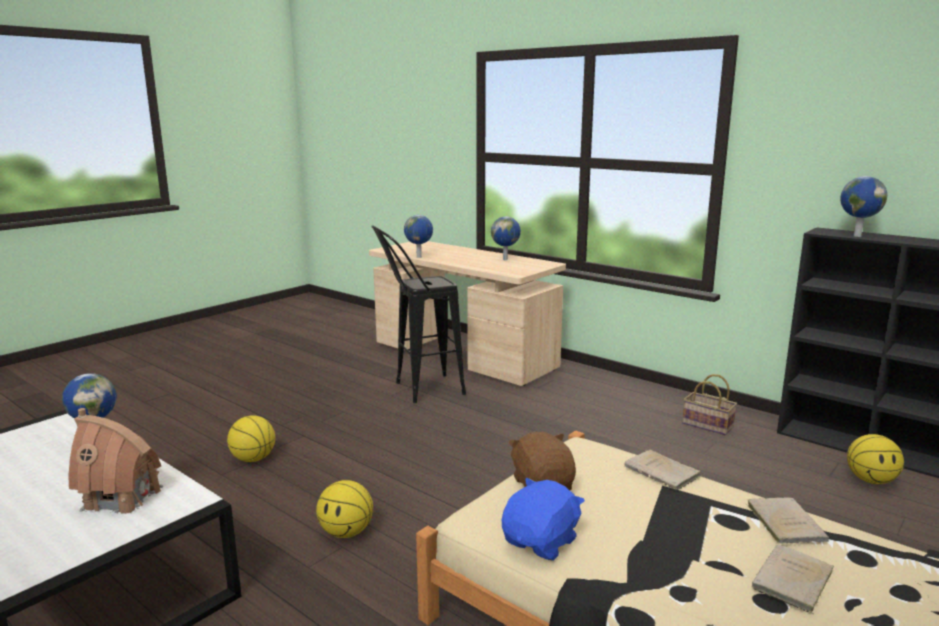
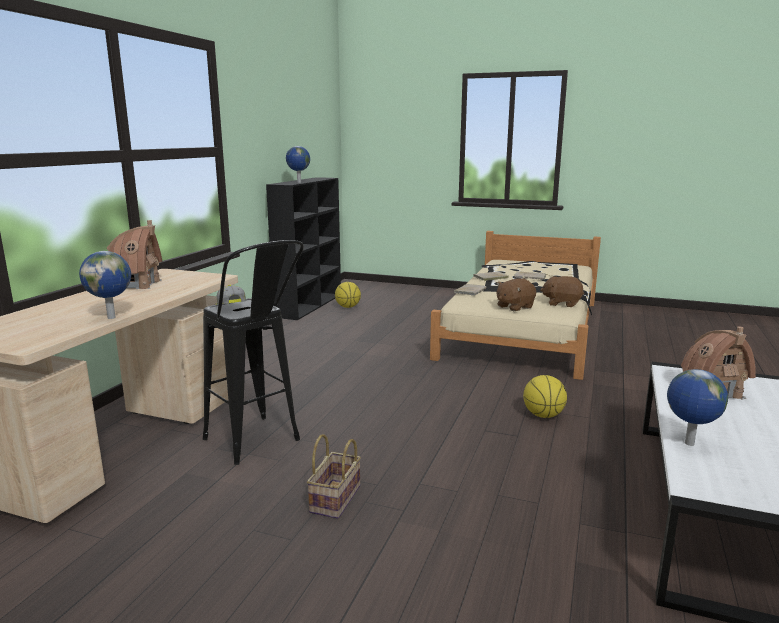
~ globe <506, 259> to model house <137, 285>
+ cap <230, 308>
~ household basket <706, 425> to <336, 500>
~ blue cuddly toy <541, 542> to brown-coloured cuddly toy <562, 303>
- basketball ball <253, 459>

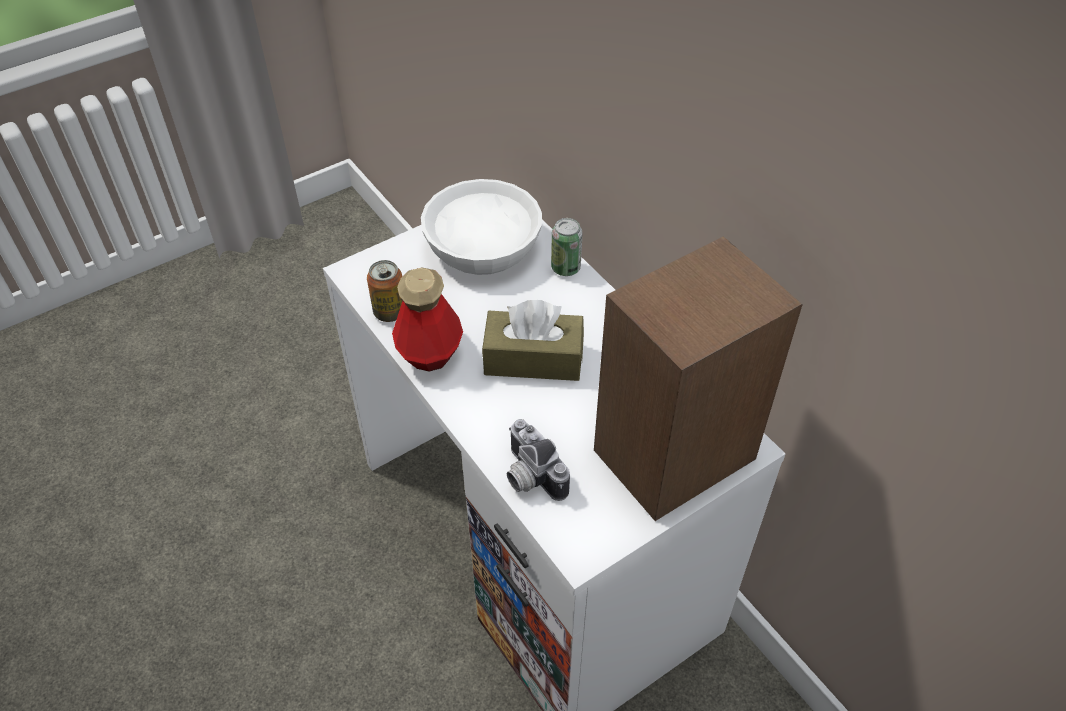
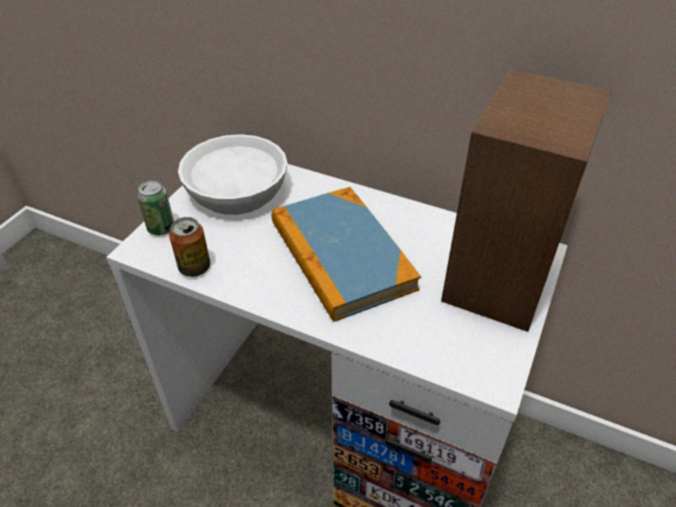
~ sealed can <565, 268> to <161, 228>
~ brown-coloured tissue holder <533, 359> to book <341, 255>
- drink bottle <430, 352>
- still camera <529, 476>

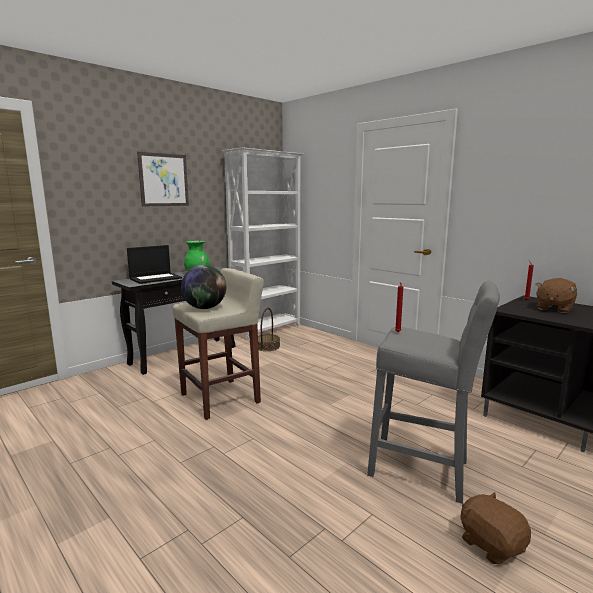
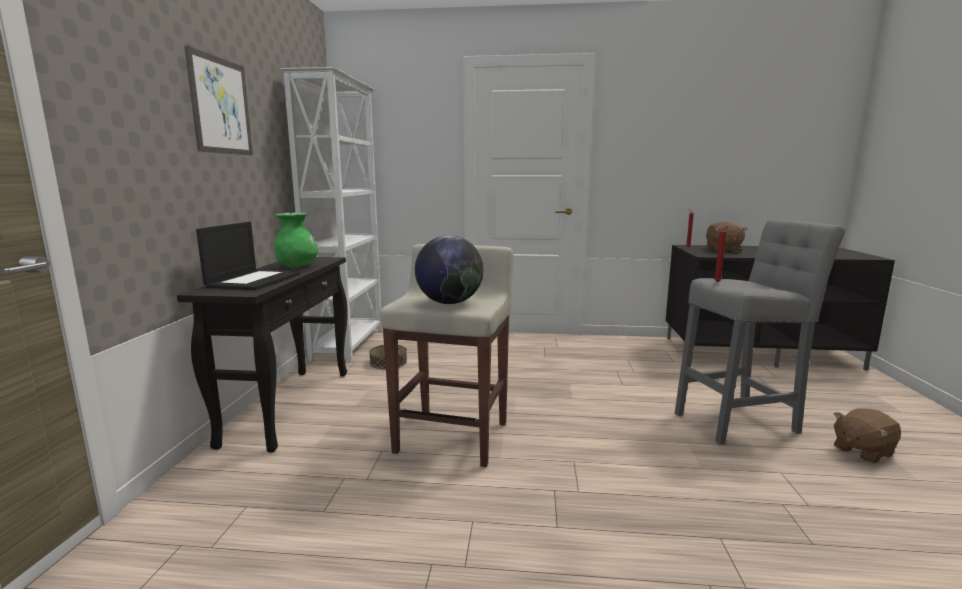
~ brown-coloured cuddly toy <491, 544> = <862, 451> 45 degrees counterclockwise

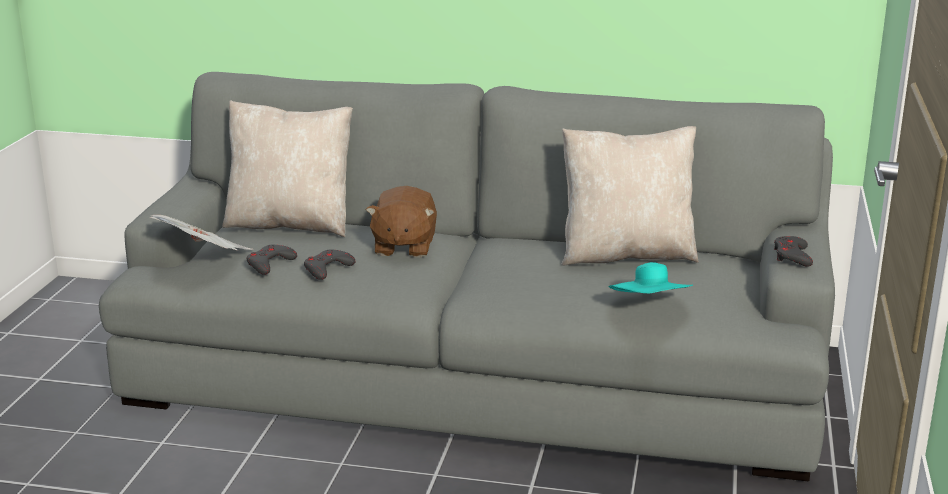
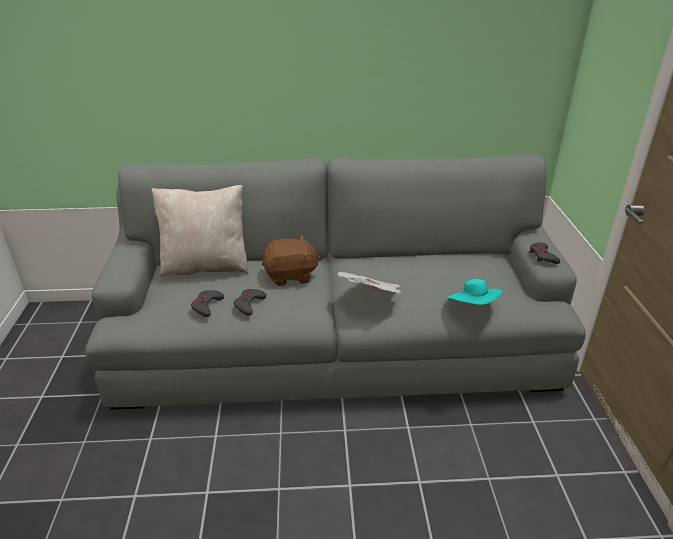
~ brown-coloured cuddly toy <403, 247> = <291, 276> 90 degrees counterclockwise
~ newspaper <204, 257> to <372, 297>
- sand-coloured throw pillow <626, 254>

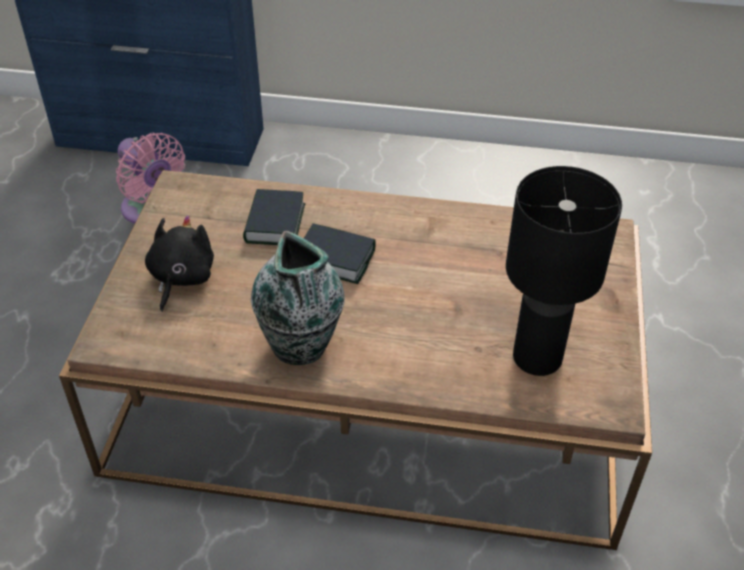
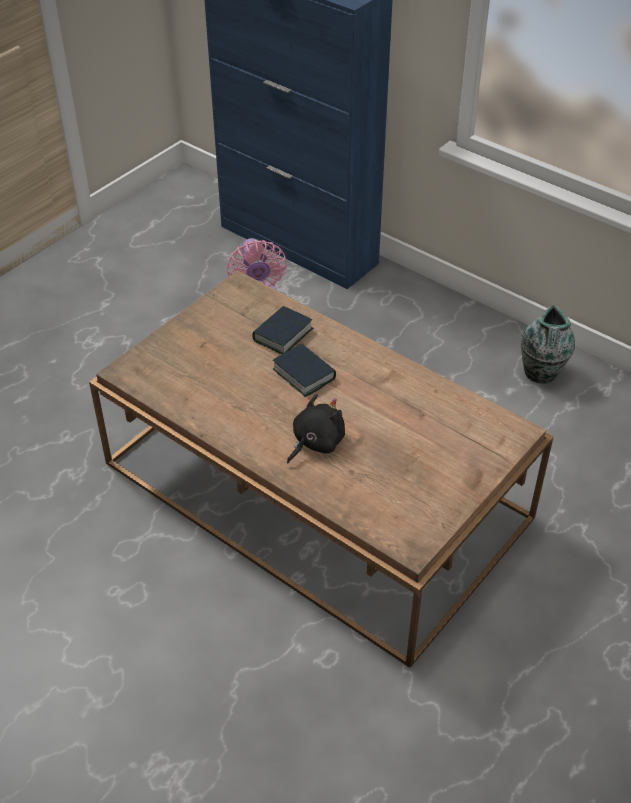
~ blackish cuddly toy <180, 278> to <315, 442>
~ flower vase <300, 346> to <541, 373>
- blackish tabletop lamp <538, 359>

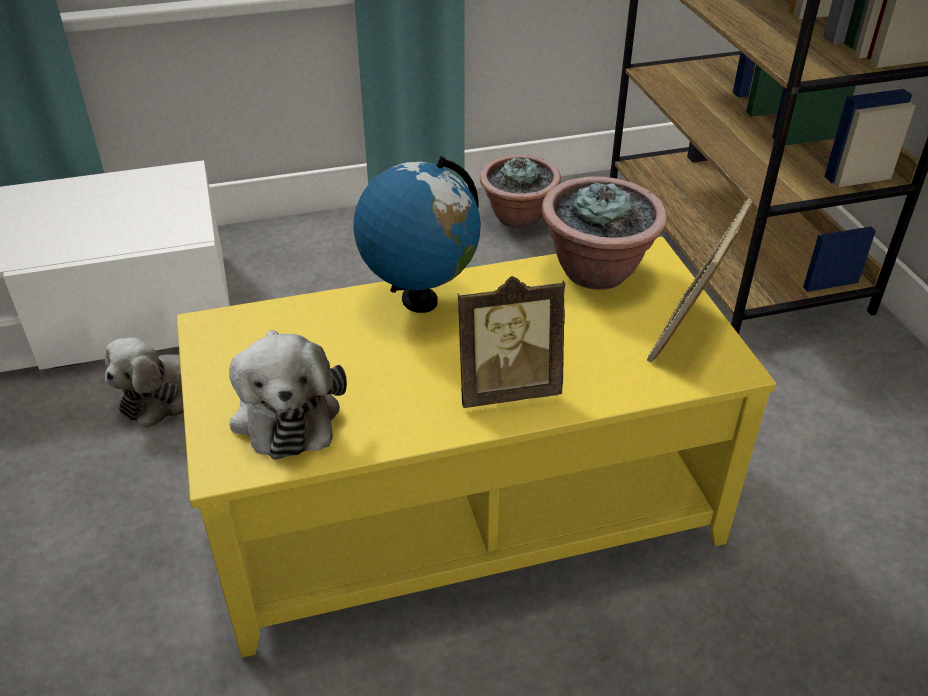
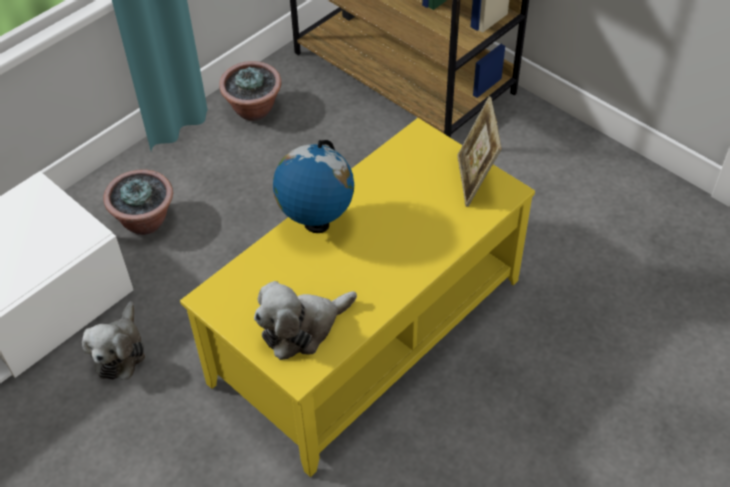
~ plant in a pot <597, 271> to <146, 221>
~ cuddly toy <285, 411> = <302, 328> 105 degrees clockwise
- picture frame <507, 389>

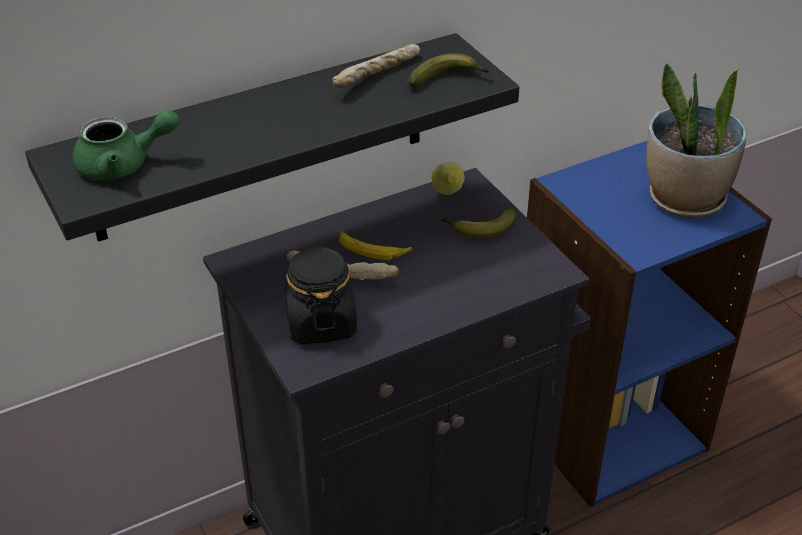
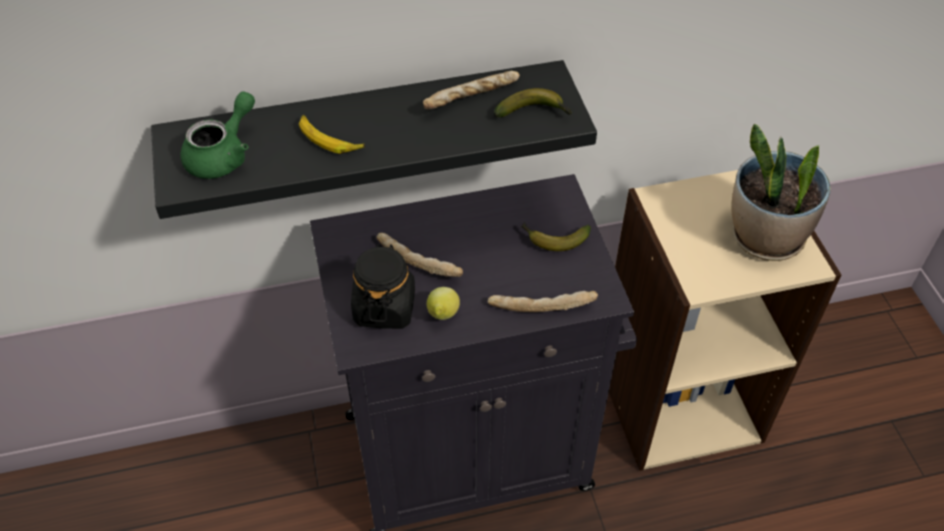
~ green tea pot <123, 165> = <223, 155> 60 degrees counterclockwise
~ banana fruit <372, 250> to <329, 139>
~ lemon <447, 194> to <443, 316>
+ bread <541, 305>
~ blue bookcase <606, 428> to sand-coloured bookcase <678, 400>

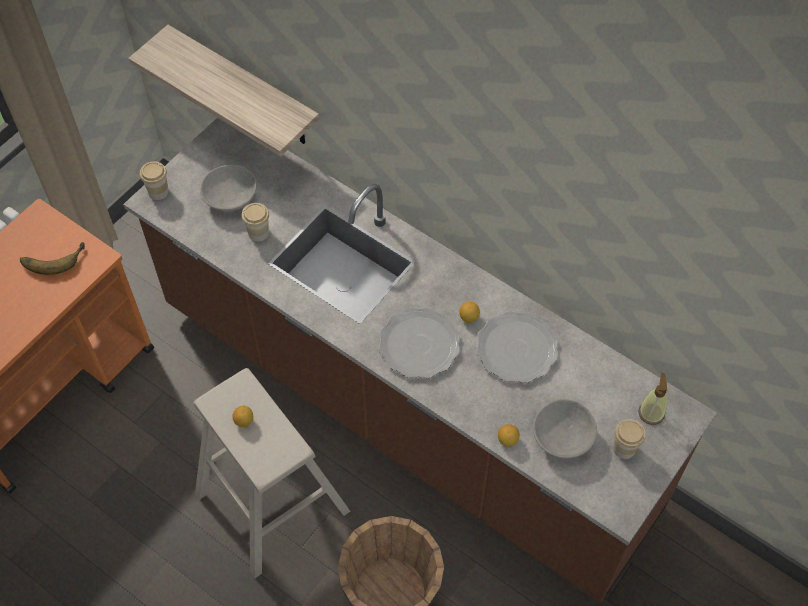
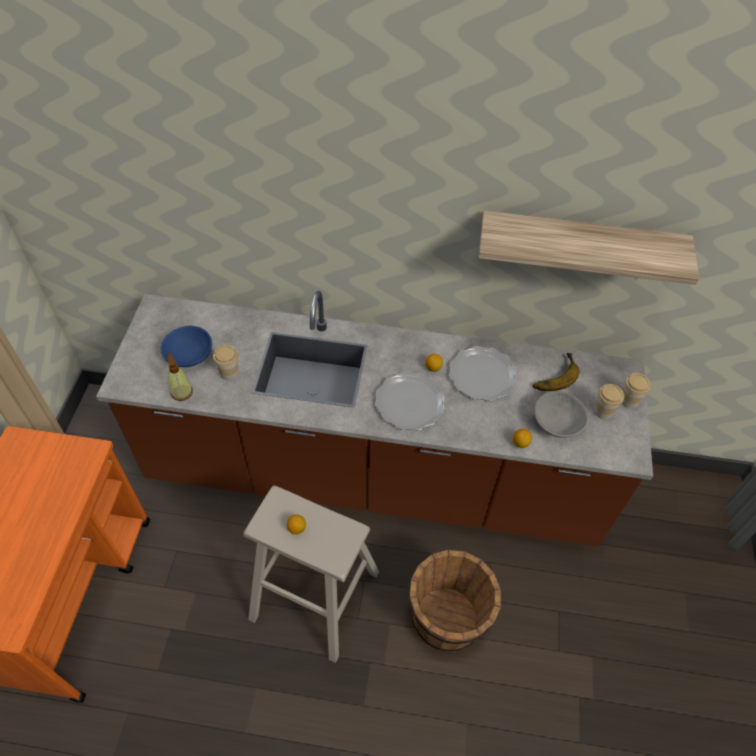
~ gray serving bowl <231, 198> to blue serving bowl <190, 356>
~ soap bottle <651, 413> to <181, 392>
~ wall shelf <245, 88> to <579, 246>
~ banana fruit <52, 257> to <552, 375>
~ drinking cup <158, 192> to <629, 400>

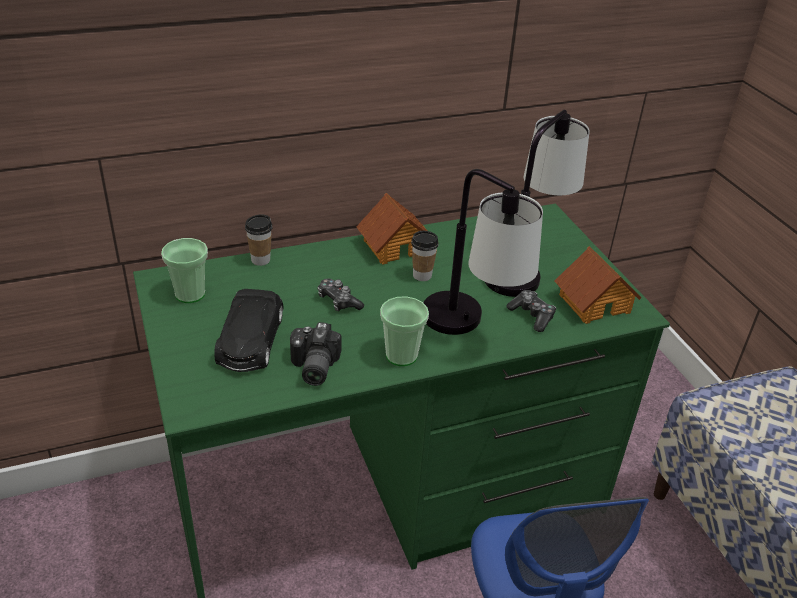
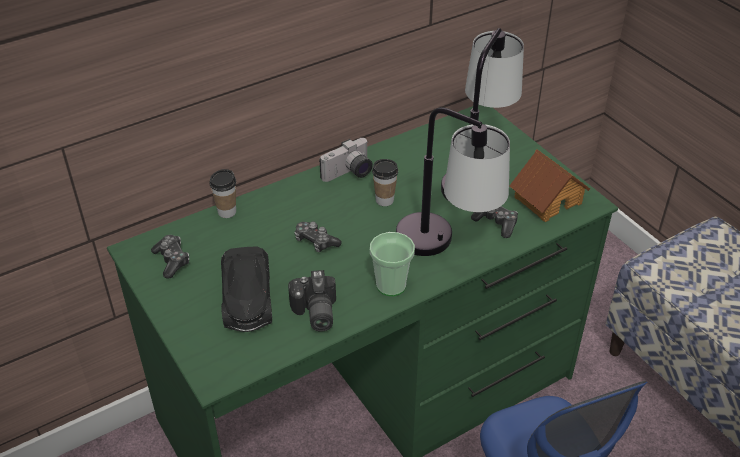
~ drinking cup <190, 294> to joypad <172, 260>
~ model house <394, 246> to still camera <349, 174>

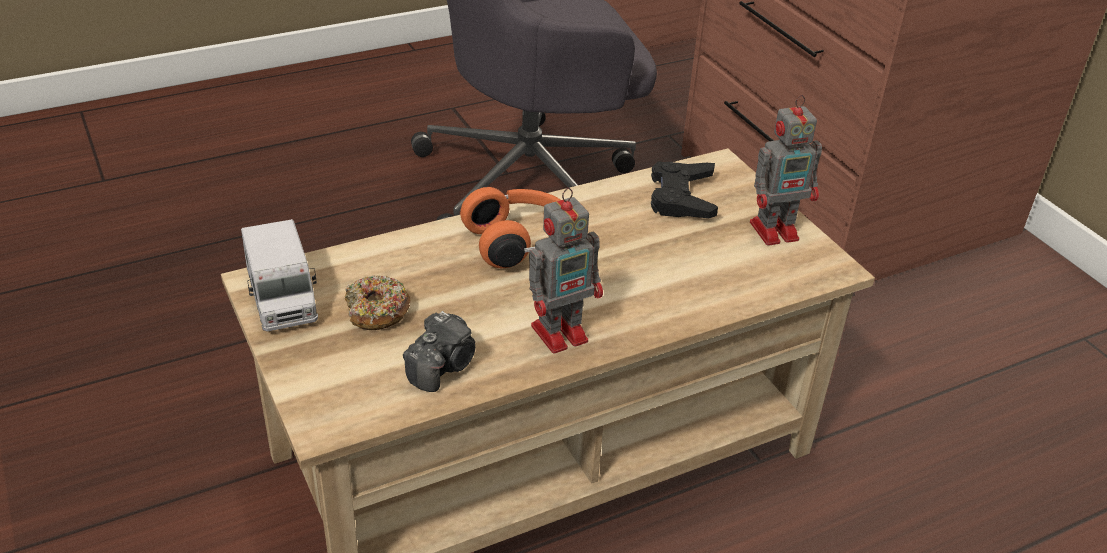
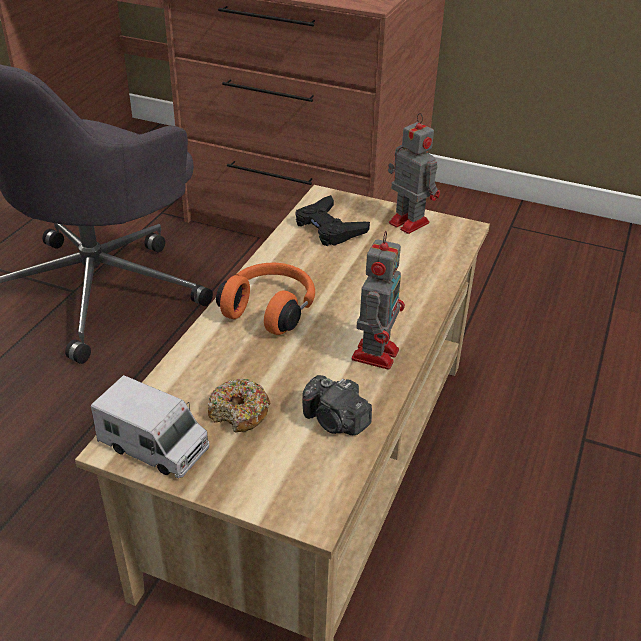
~ still camera <443, 366> = <335, 421> 135 degrees clockwise
~ robot figure <776, 230> = <407, 222> 75 degrees counterclockwise

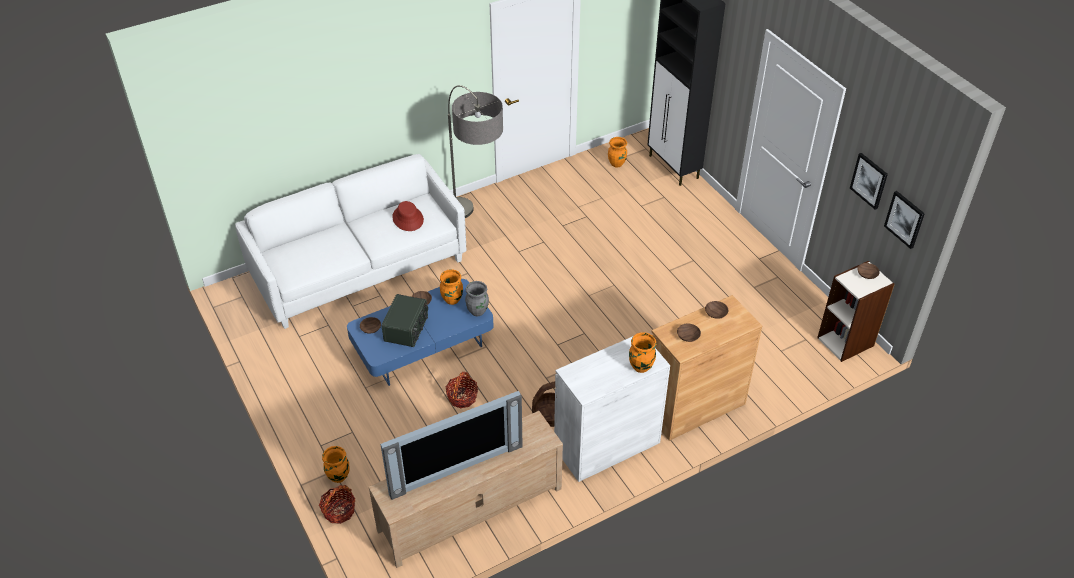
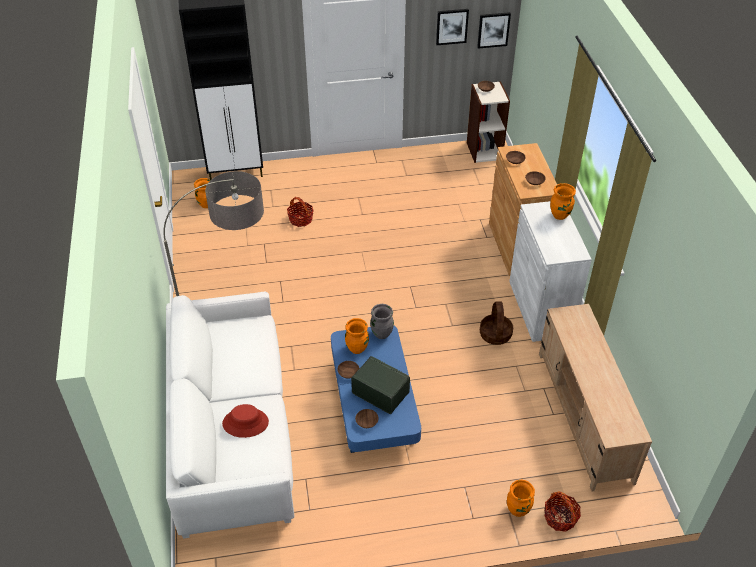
~ red hat <408, 218> to <245, 423>
~ household basket <462, 397> to <300, 219>
- TV <454, 466>

